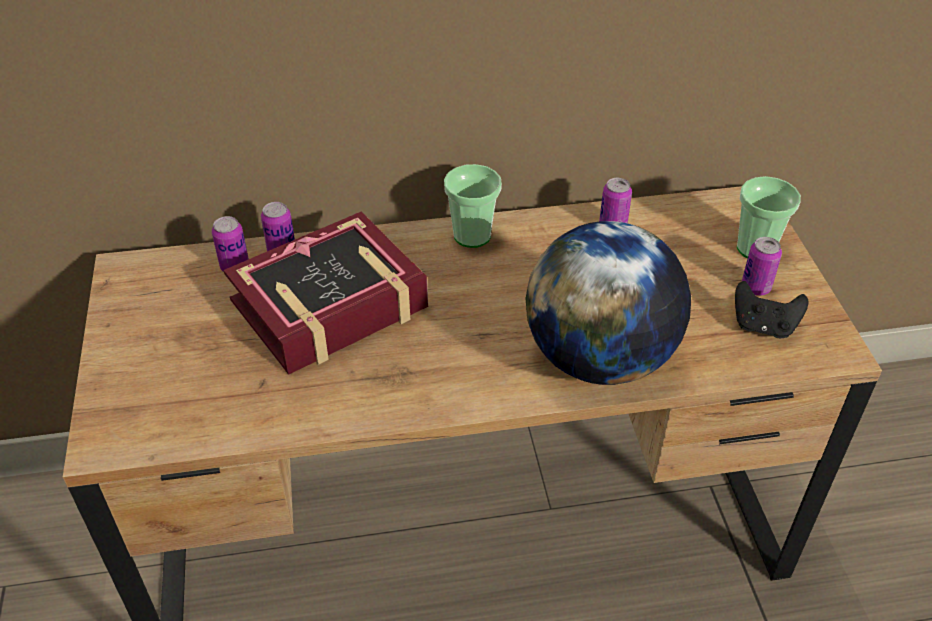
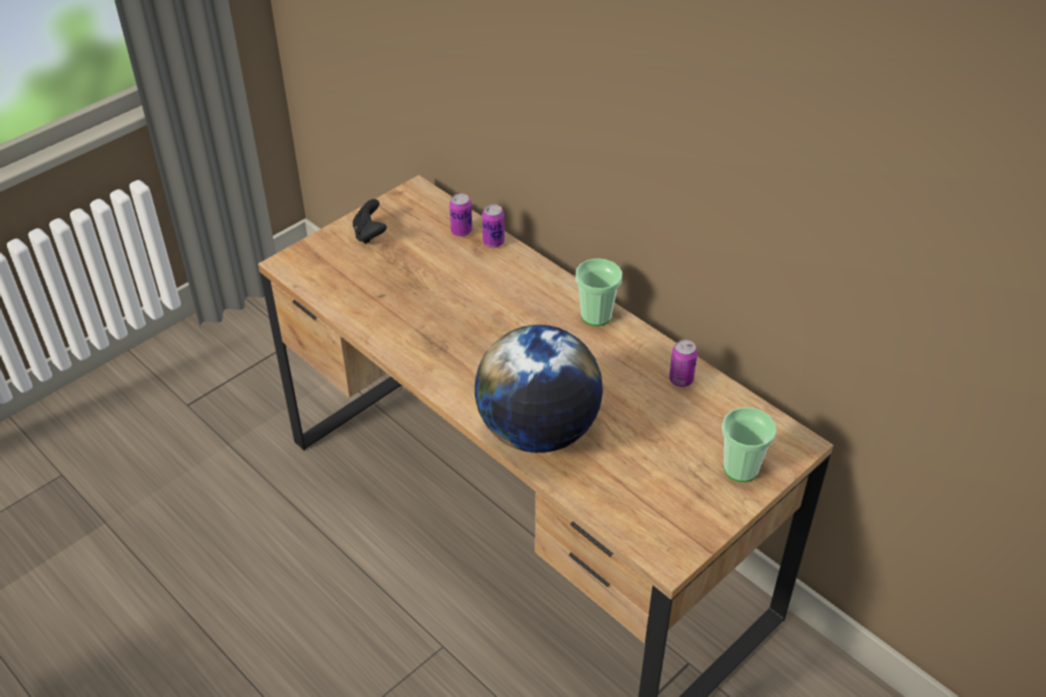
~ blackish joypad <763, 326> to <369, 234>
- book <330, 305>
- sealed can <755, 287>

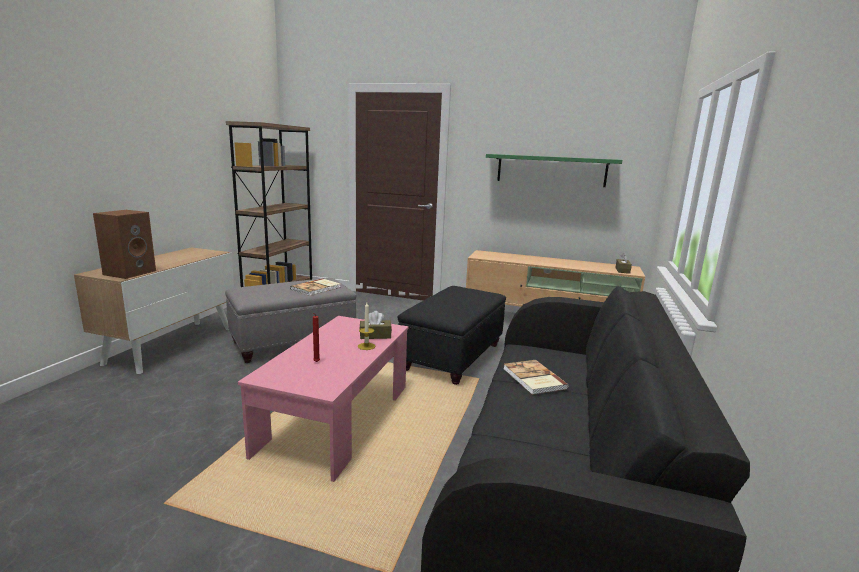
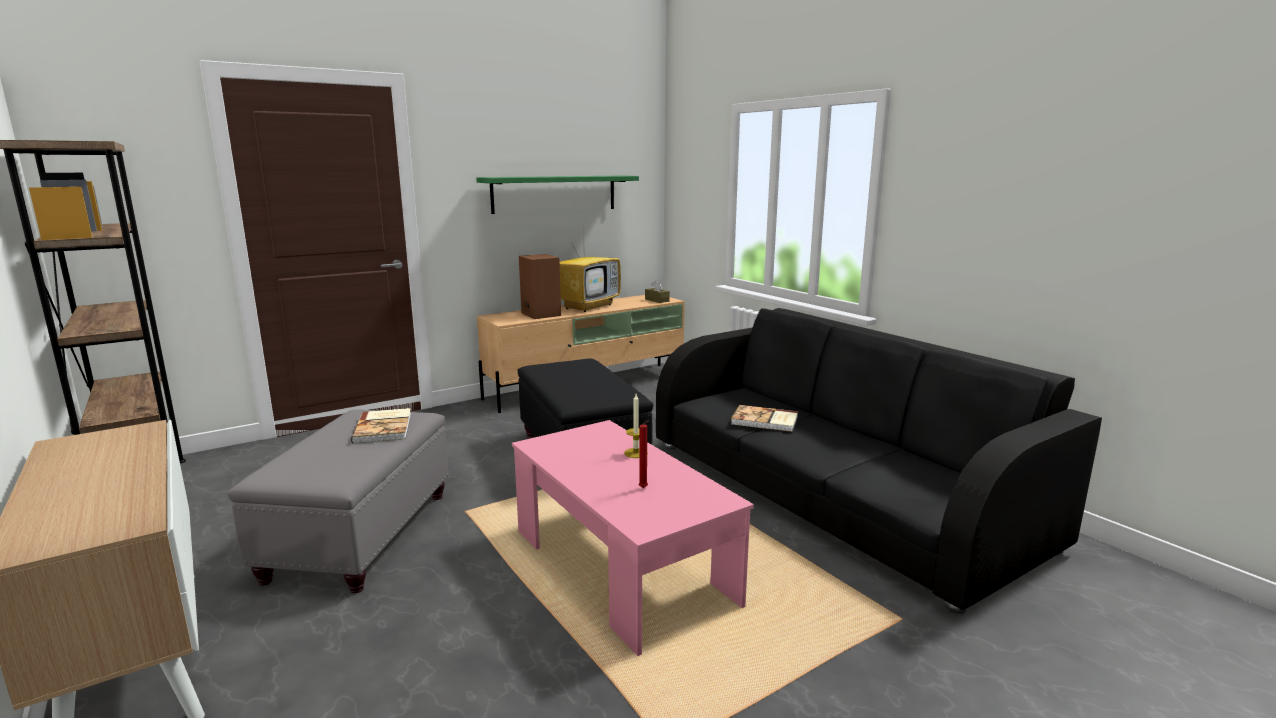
~ brown-coloured audio speaker <130, 272> to <539, 314>
+ TV <588, 306>
- brown-coloured tissue holder <375, 335>

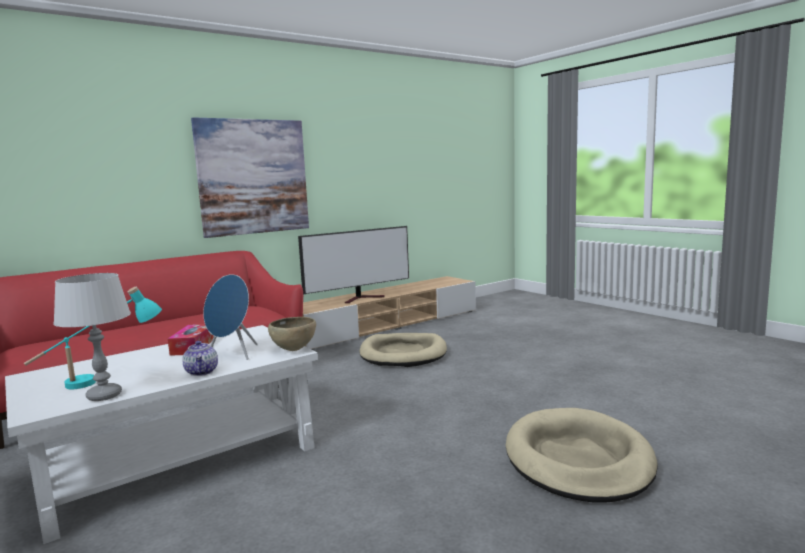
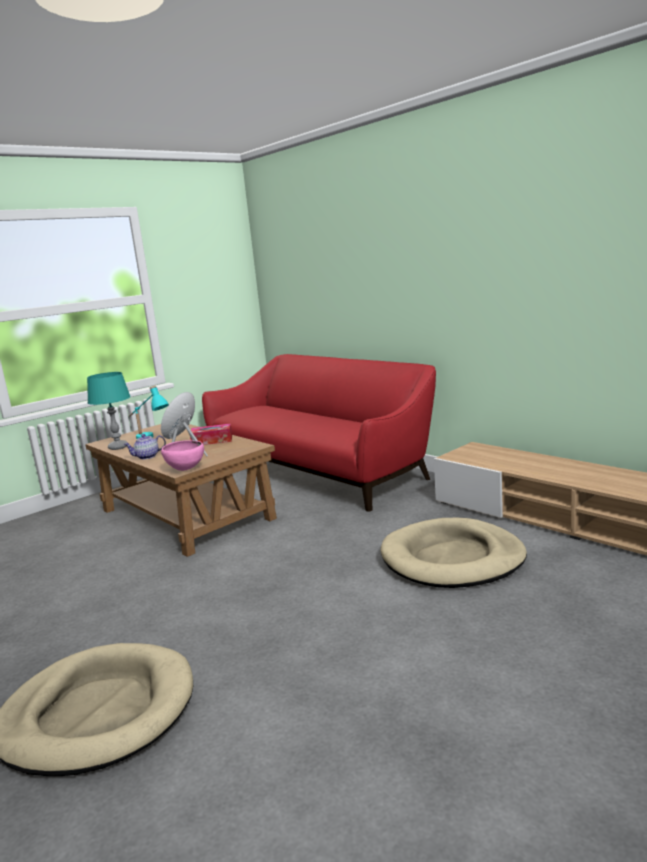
~ white-coloured low table <178, 459> to brown-coloured low table <186, 514>
~ gray tabletop lamp <104, 395> to blue-green tabletop lamp <118, 447>
~ brown-coloured serving bowl <294, 350> to pink serving bowl <185, 469>
- wall picture <253, 177>
- TV <362, 298>

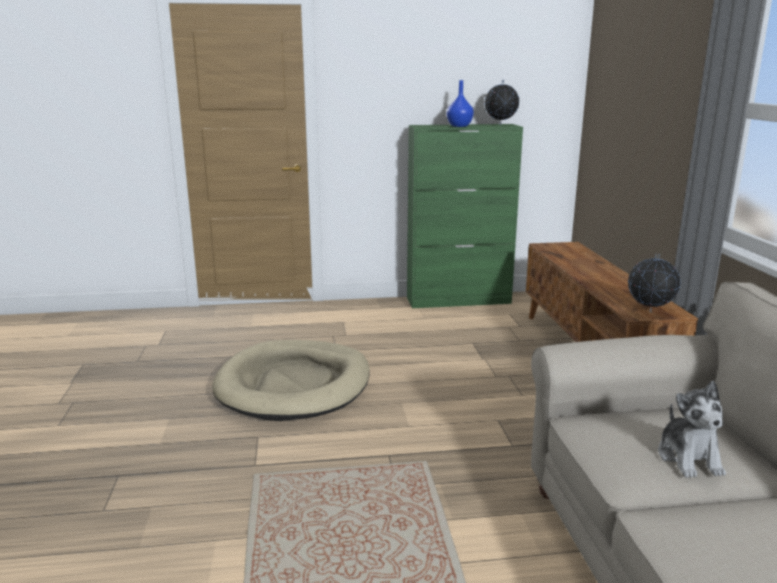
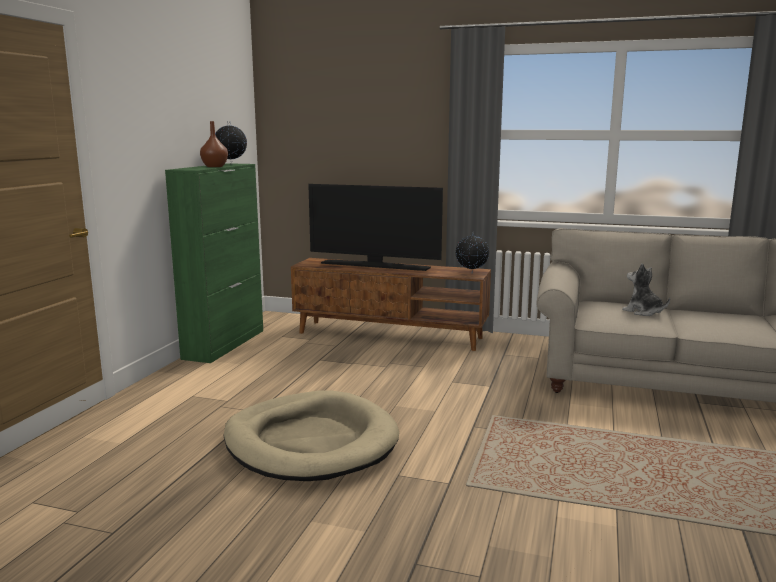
~ blue flower vase <460, 126> to brown-coloured flower vase <215, 166>
+ TV <375, 266>
~ cuddly toy <689, 458> = <643, 312> 150 degrees counterclockwise

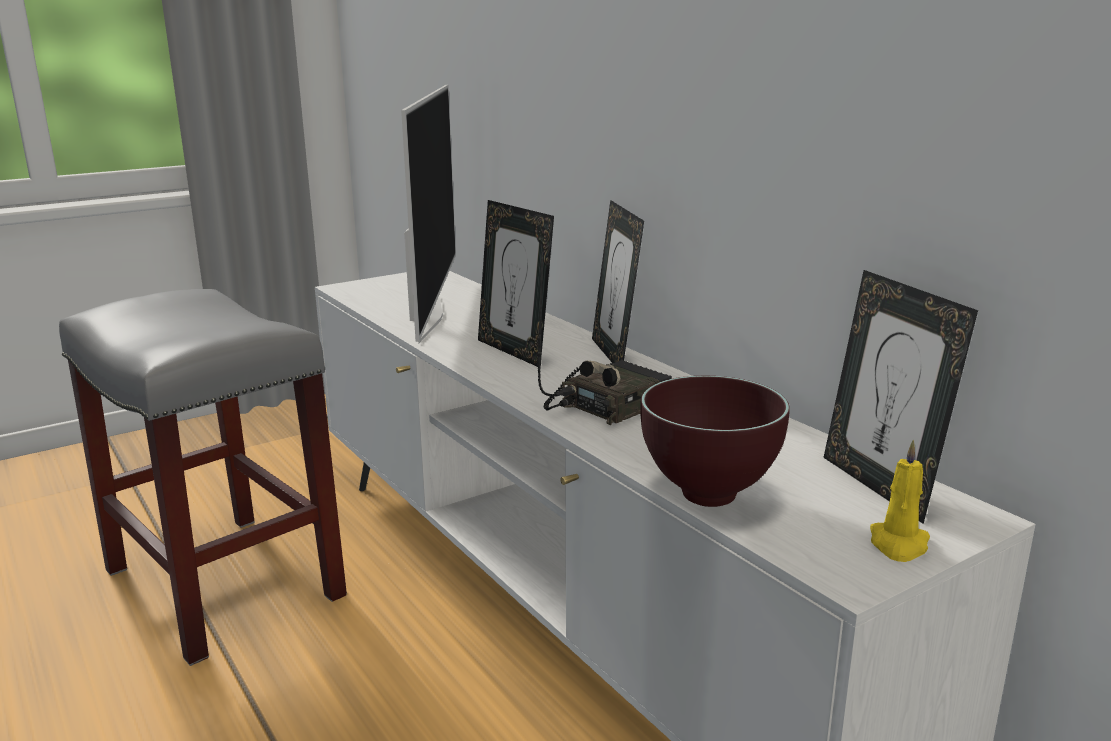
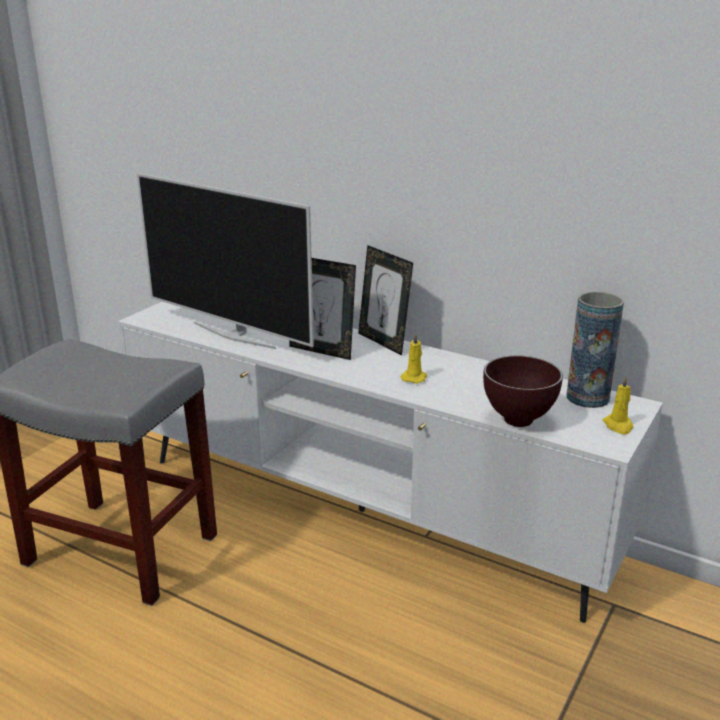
~ TV <426, 318> = <235, 335> 150 degrees clockwise
~ radio set <606, 404> to yellow wax light <414, 377>
~ picture frame <880, 486> to flower vase <587, 397>

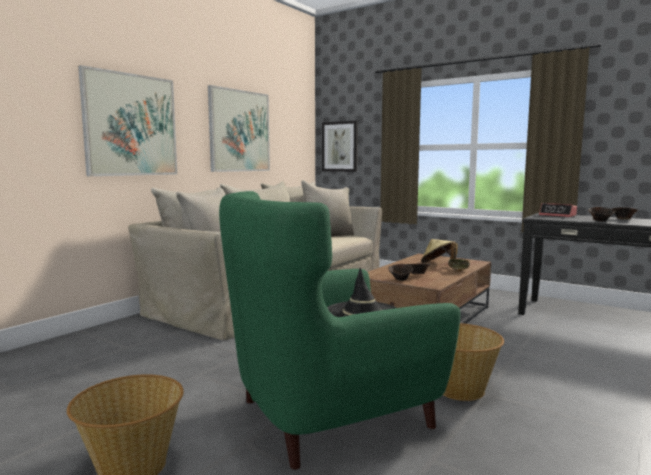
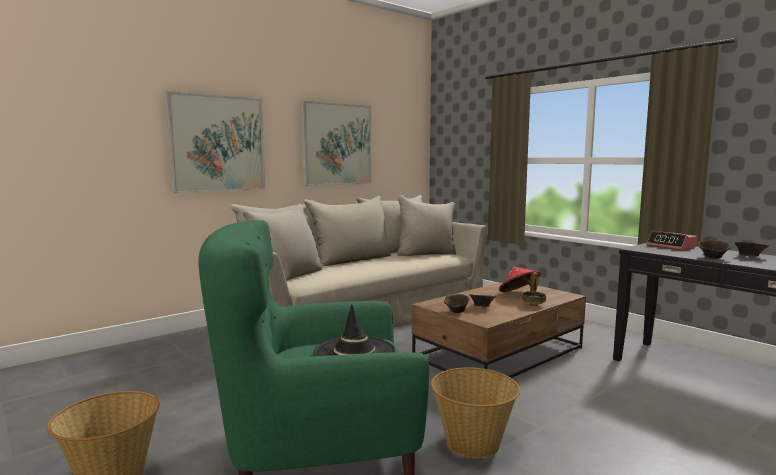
~ sand-coloured hat <438, 264> to red hat <519, 295>
- wall picture <340, 146>

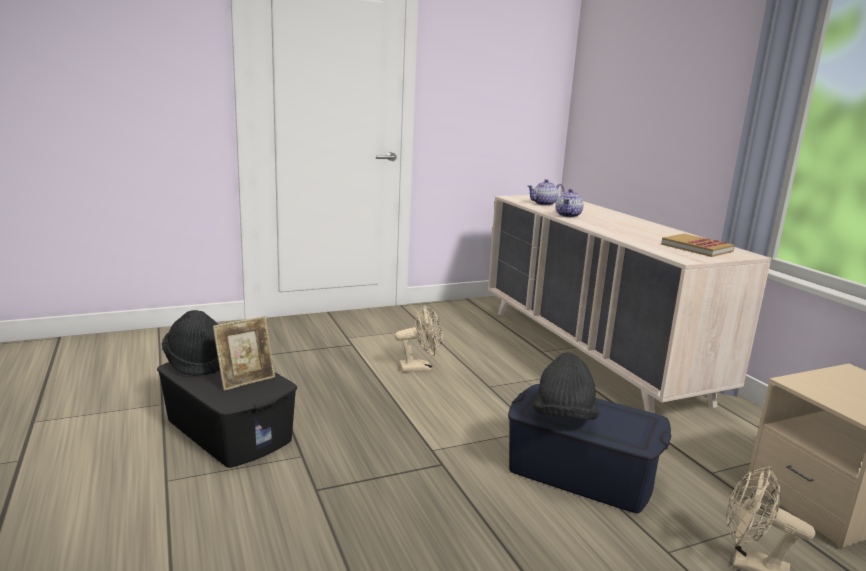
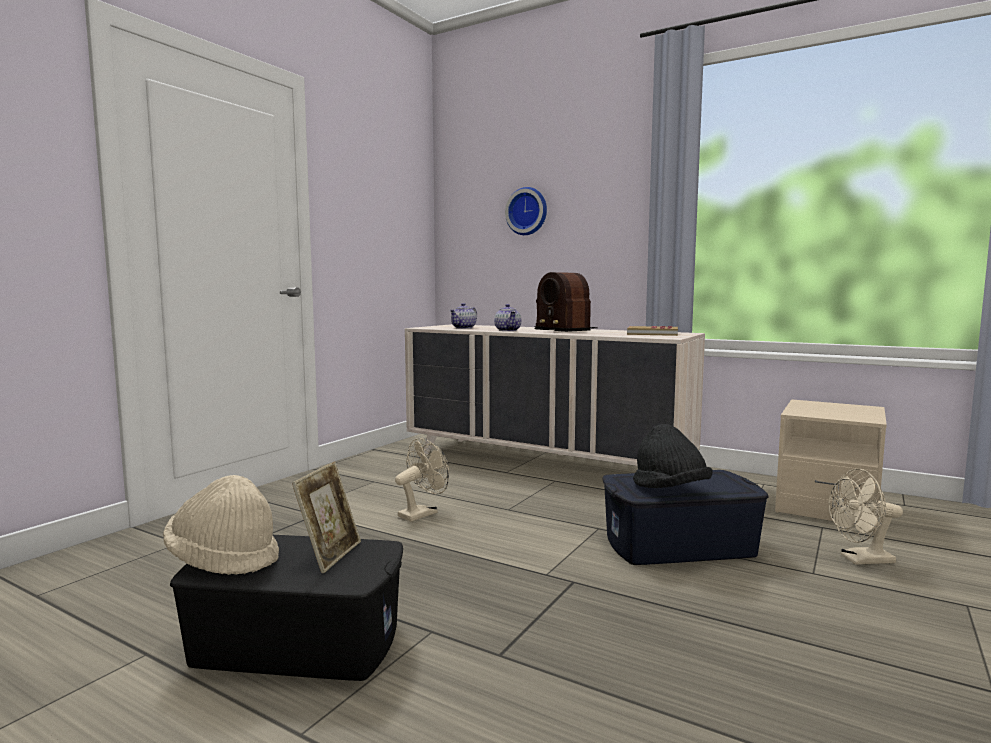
~ blackish hat <196, 362> to sand-coloured hat <224, 559>
+ wall clock <527, 211>
+ radio set <565, 330>

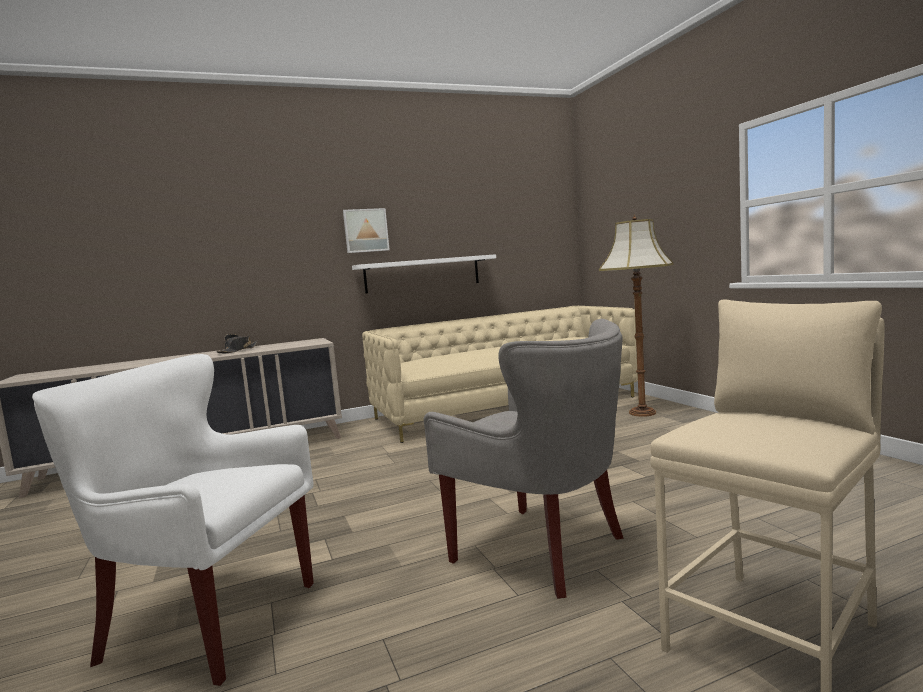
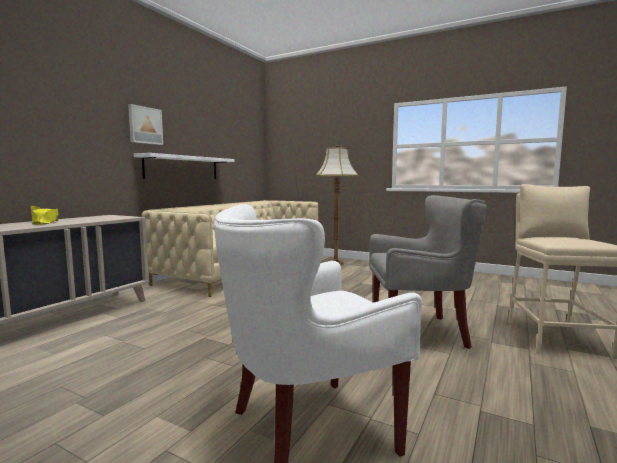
~ blackish hat <238, 350> to yellow hat <45, 222>

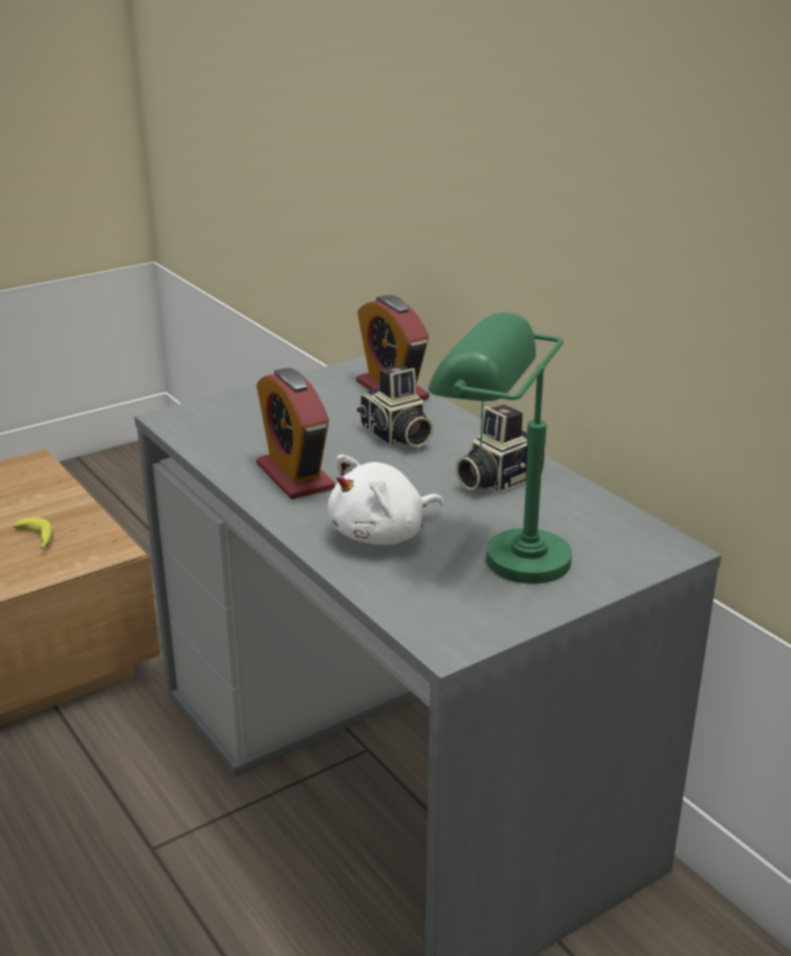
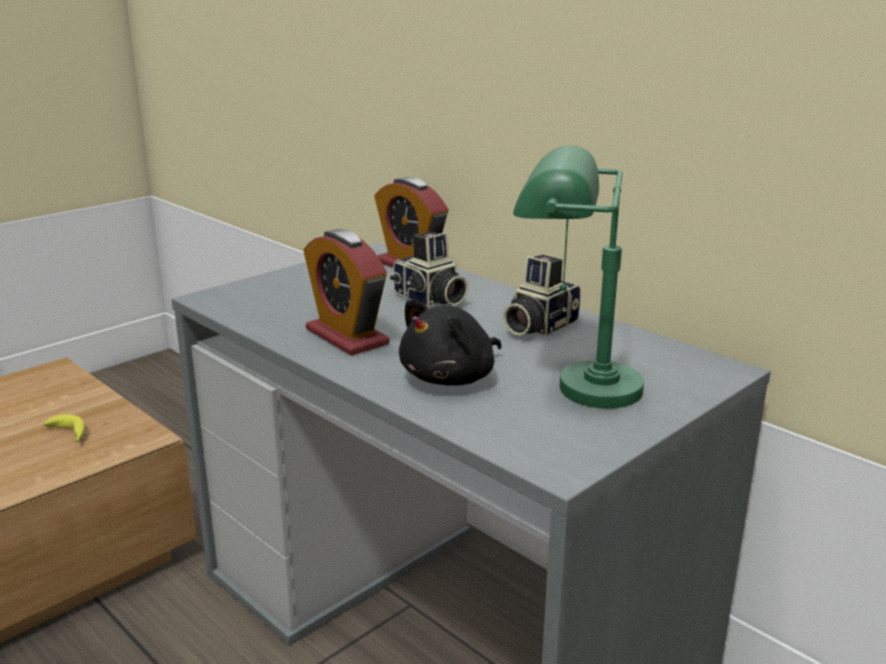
~ white-coloured cuddly toy <382, 534> to blackish cuddly toy <451, 378>

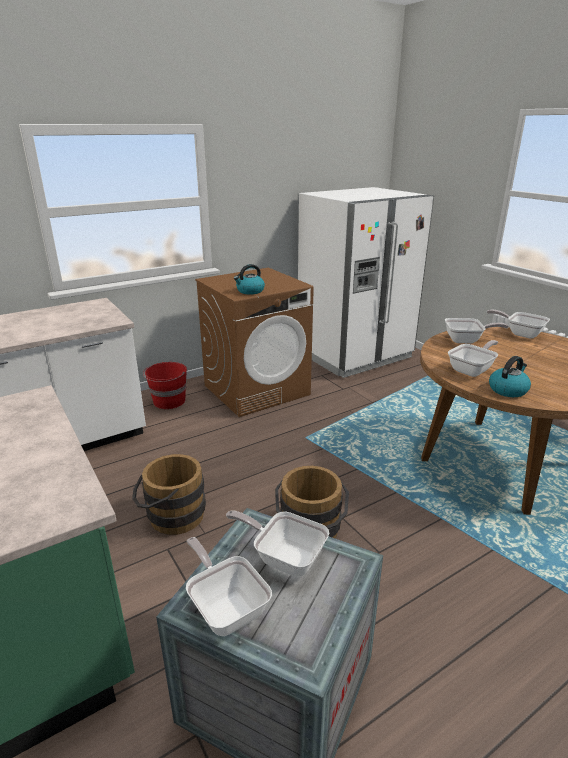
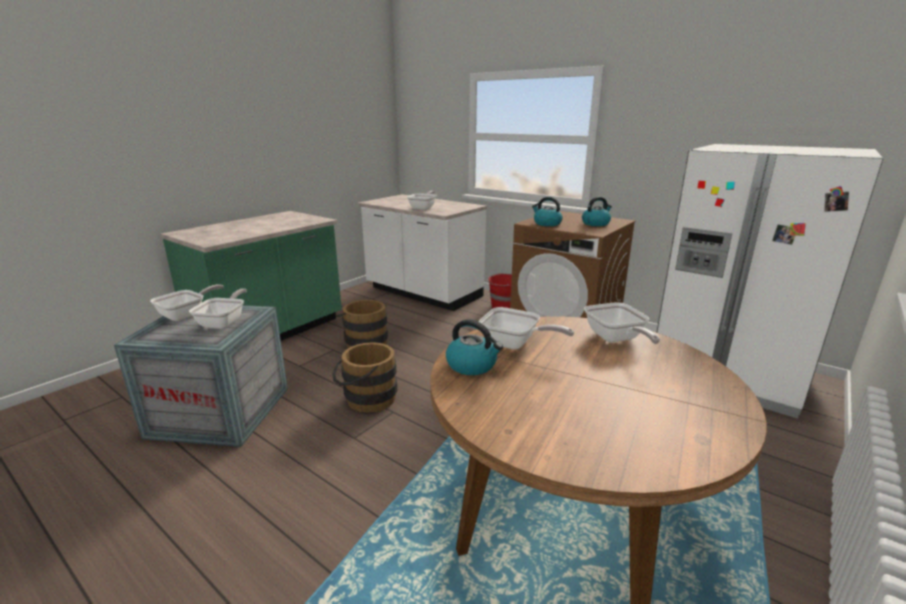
~ frying pan <520, 333> to <423, 208>
+ water kettle <595, 223>

